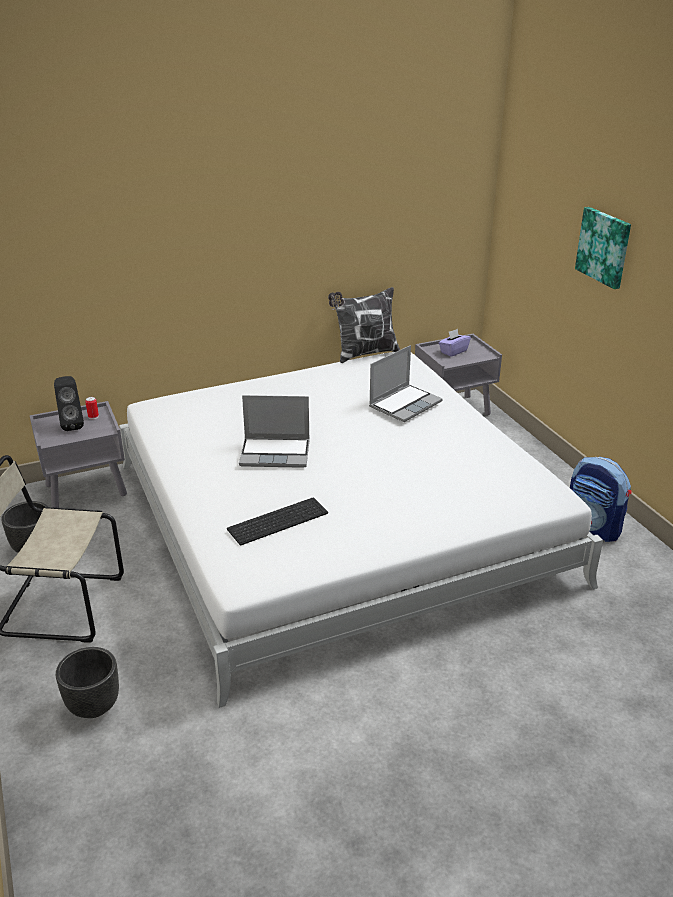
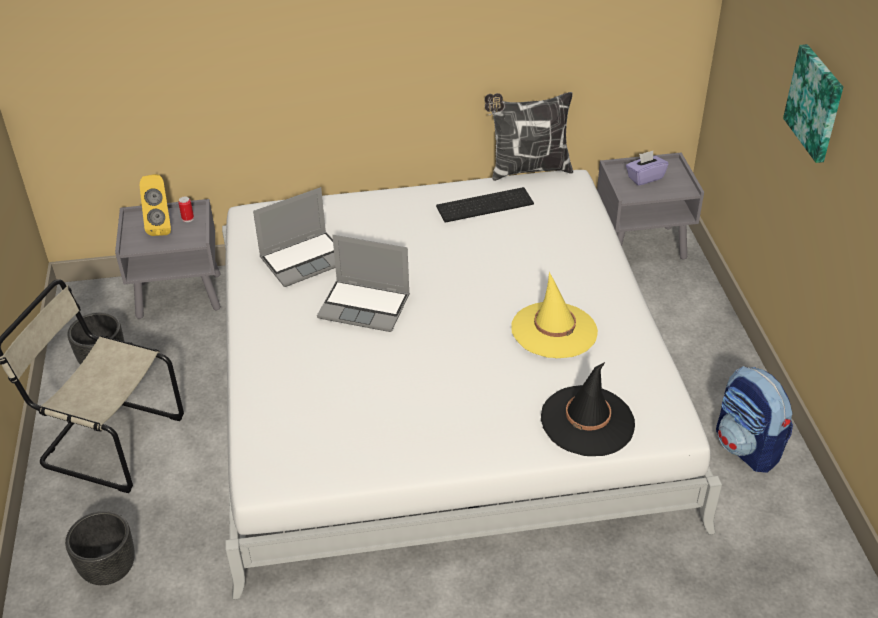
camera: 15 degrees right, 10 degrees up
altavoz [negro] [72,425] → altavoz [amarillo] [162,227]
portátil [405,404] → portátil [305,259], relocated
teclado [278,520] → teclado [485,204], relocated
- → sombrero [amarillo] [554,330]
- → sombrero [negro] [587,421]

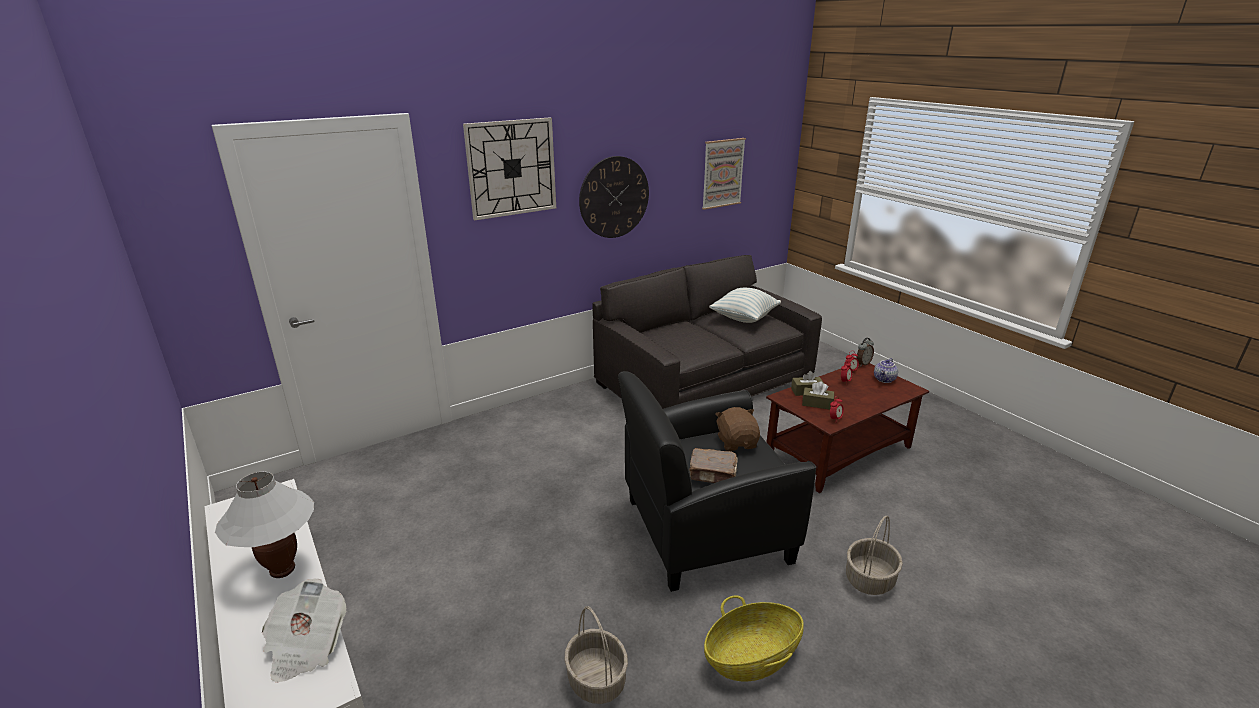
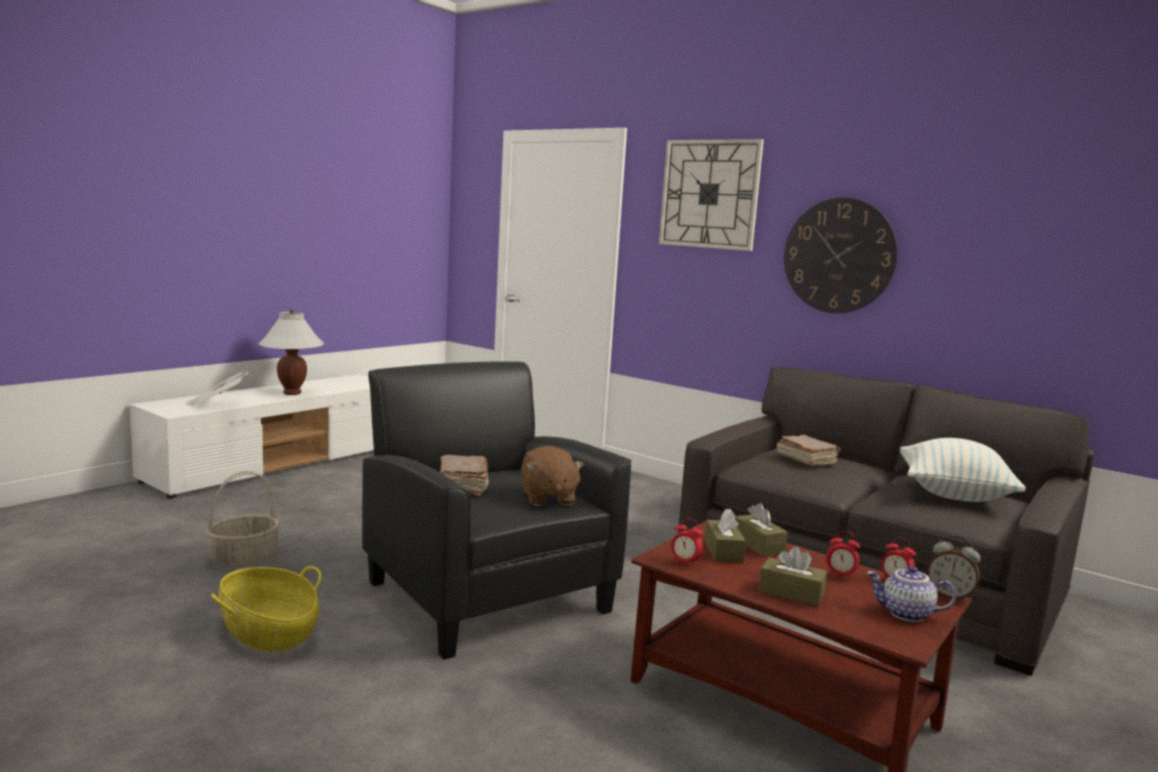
camera: 70 degrees right, 15 degrees down
peluche [marrón] [737,443] → peluche [marrón] [547,498], 105 degrees clockwise
- → caja de pañuelos [marrón] [791,593]
- → libro [marrón] [806,460]
cuadro [722,173] → -
cesta [870,580] → -

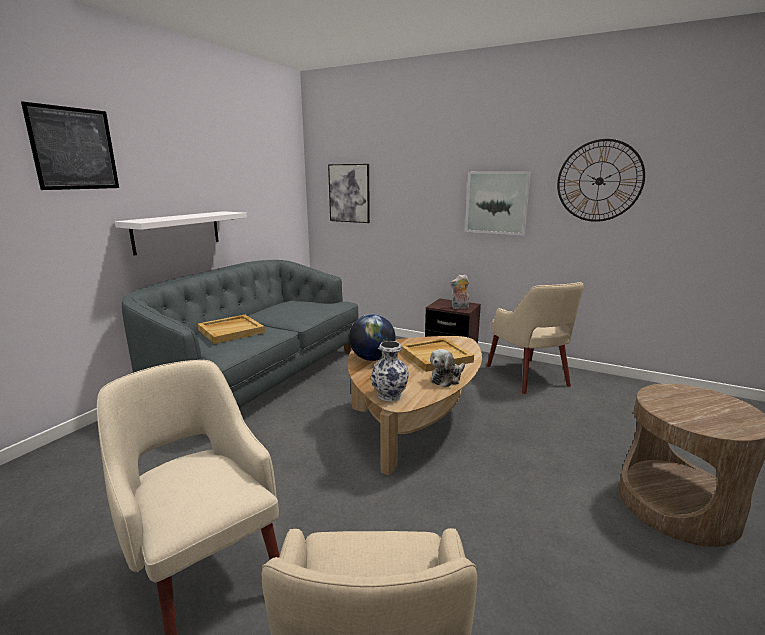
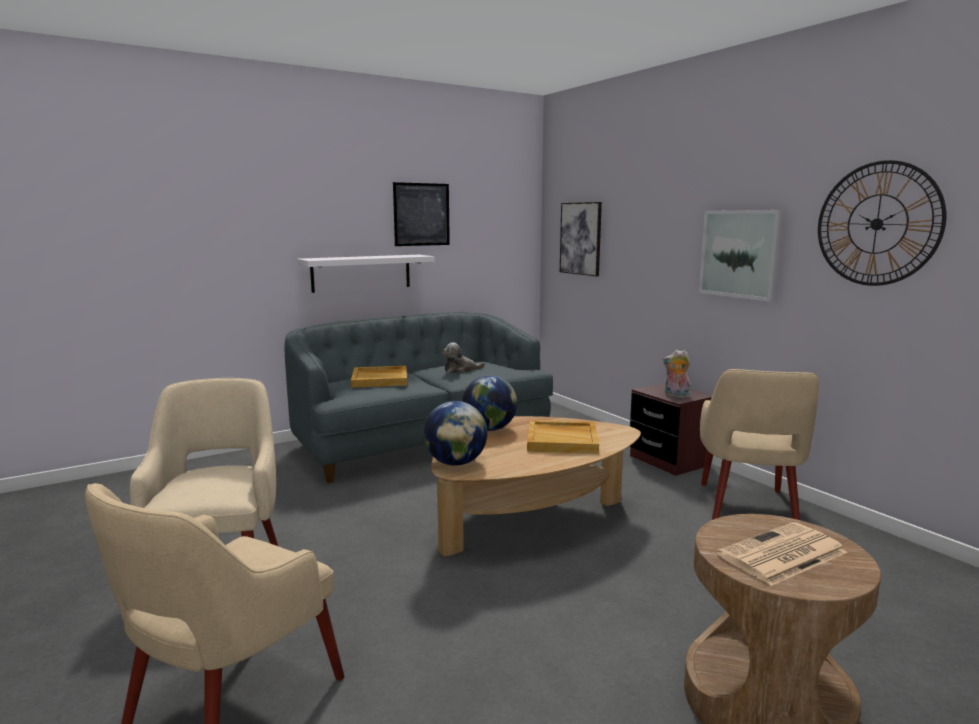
camera: 30 degrees right, 5 degrees down
cuadro [74,149] → cuadro [421,214], relocated
florero [390,395] → globo terráqueo [455,463]
peluche [447,378] → peluche [461,370], relocated
- → periódico [781,555]

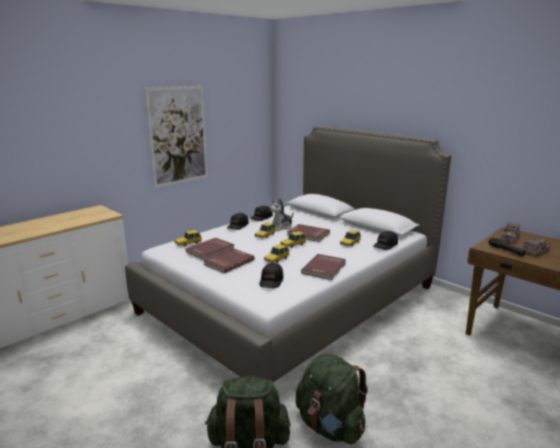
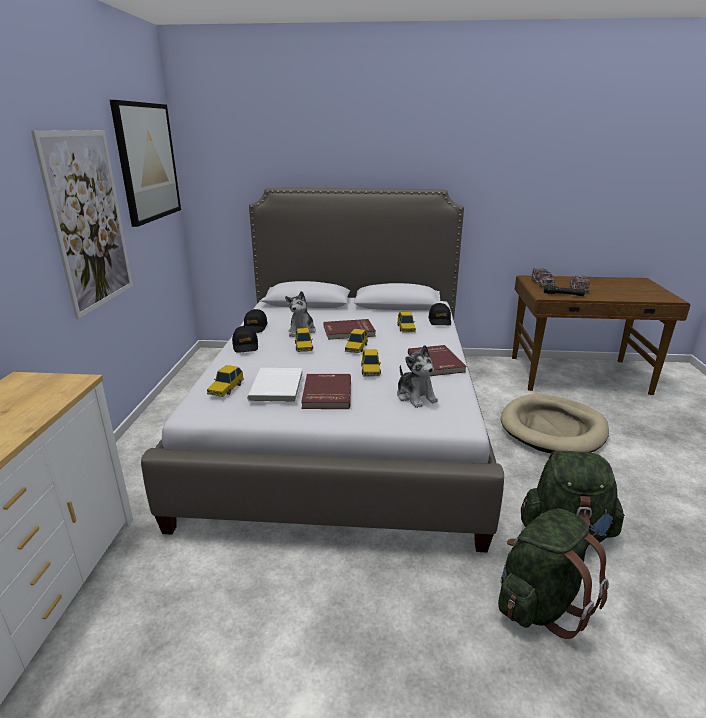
camera: 40 degrees left, 5 degrees up
- → cuadro [147,162]
libro [rojo] [211,250] → libro [blanco] [278,387]
gorra [negro] [271,281] → peluche [415,396]
- → cama para perro [beis] [553,428]

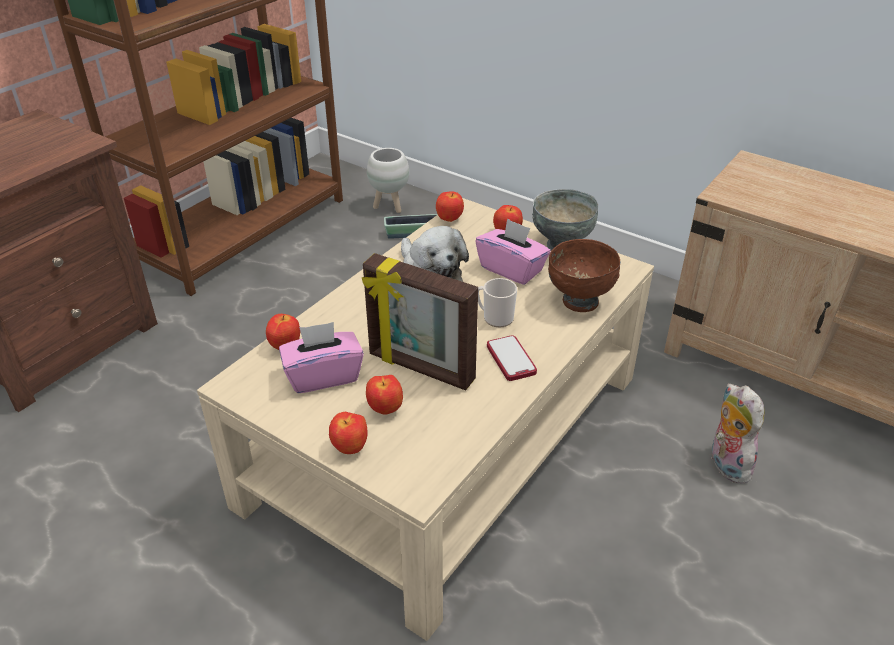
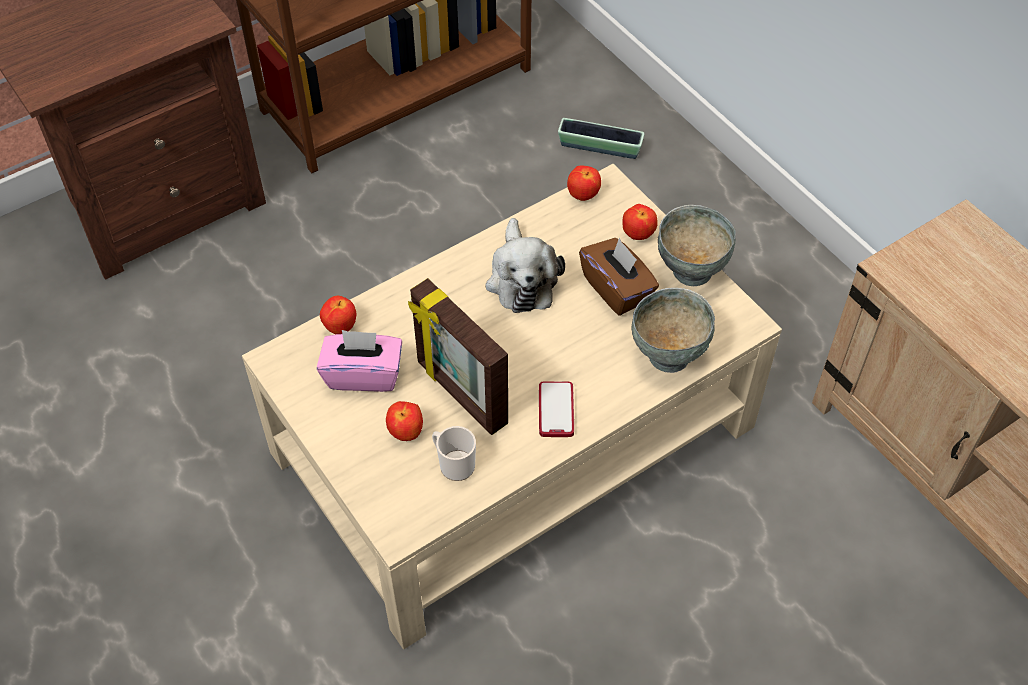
camera: 20 degrees right, 15 degrees up
taza grande [495,317] → taza grande [454,464], relocated
caja de pañuelos [rosa] [512,269] → caja de pañuelos [marrón] [617,289]
cuenco [marrón] [579,301] → cuenco [gris] [668,354]
manzana [350,448] → -
maceta [blanco] [390,207] → -
peluche [725,463] → -

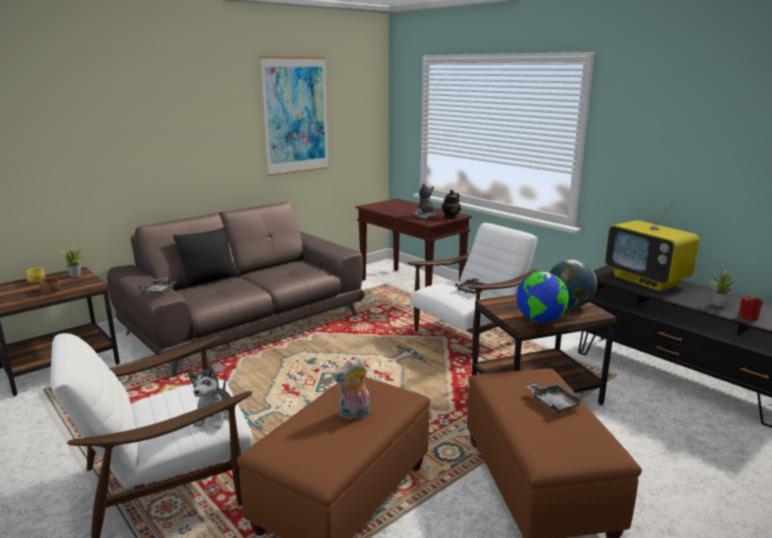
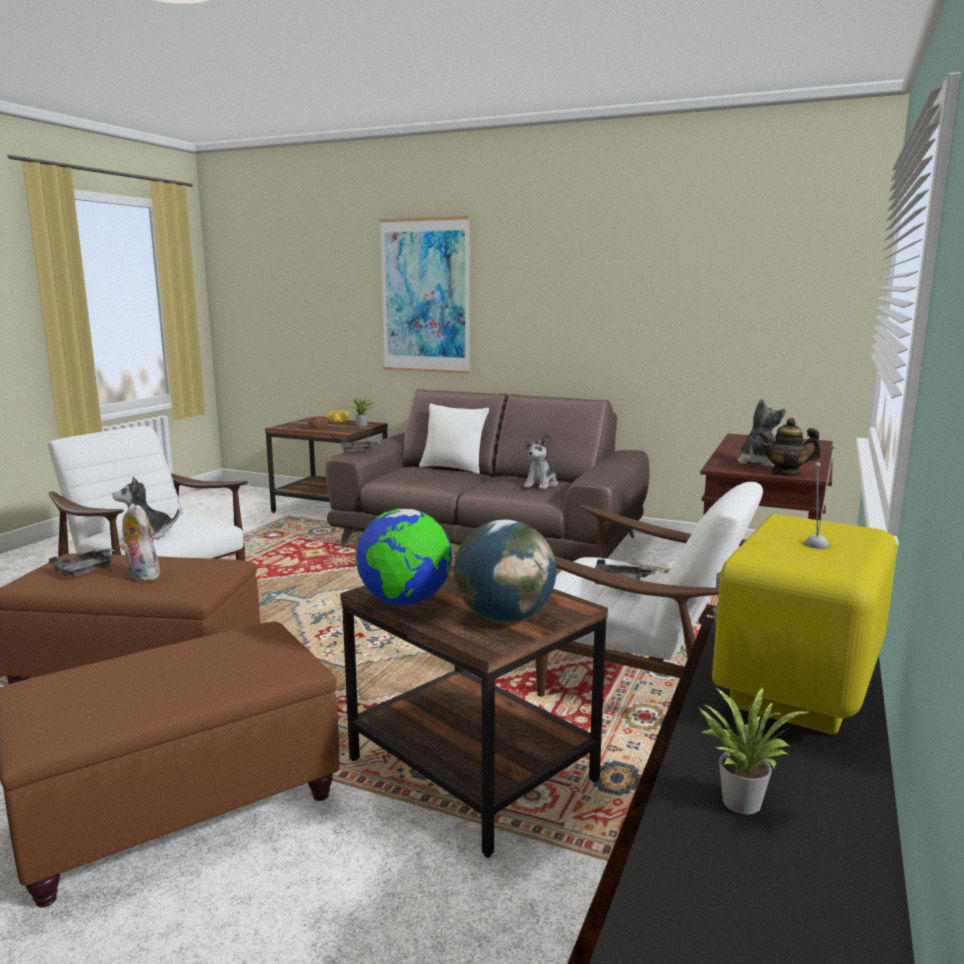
camera: 65 degrees right, 5 degrees down
bandeja [gris] [553,403] → bandeja [gris] [87,570], relocated
cuadro [296,115] → cuadro [425,296], relocated
cojín [negro] [209,280] → cojín [blanco] [453,468]
- → peluche [541,484]
vela [rojo] [748,317] → -

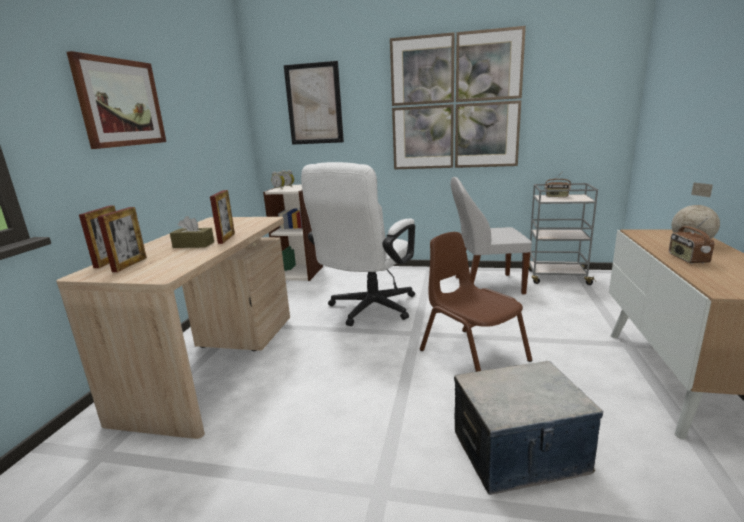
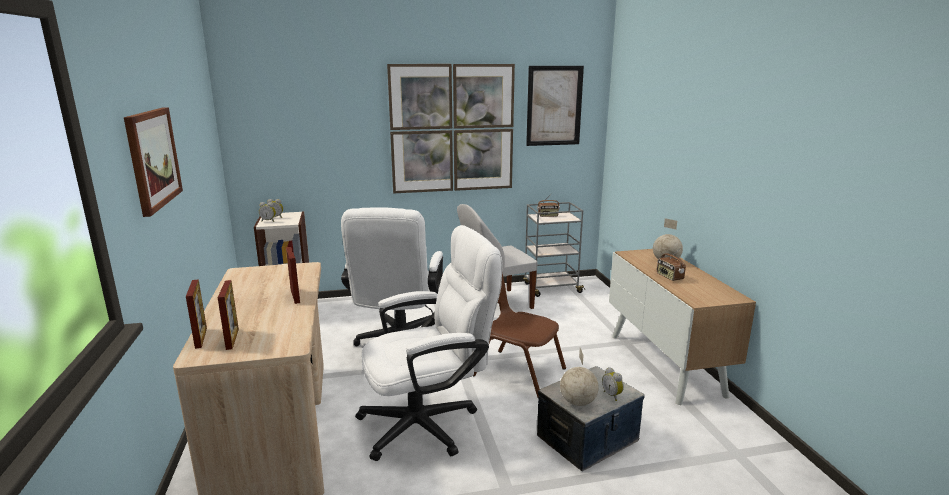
camera: 25 degrees left, 0 degrees up
- → silla de oficina [blanco] [429,423]
cuadro [314,104] → cuadro [554,106], relocated
- → globo terráqueo [578,402]
- → despertador [612,395]
caja de pañuelos [marrón] [193,245] → -

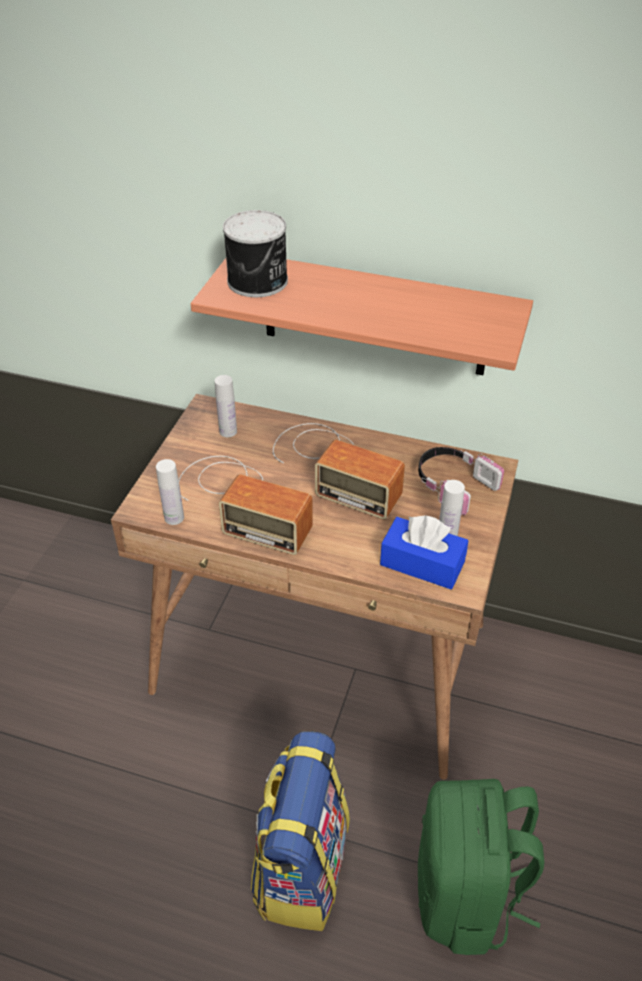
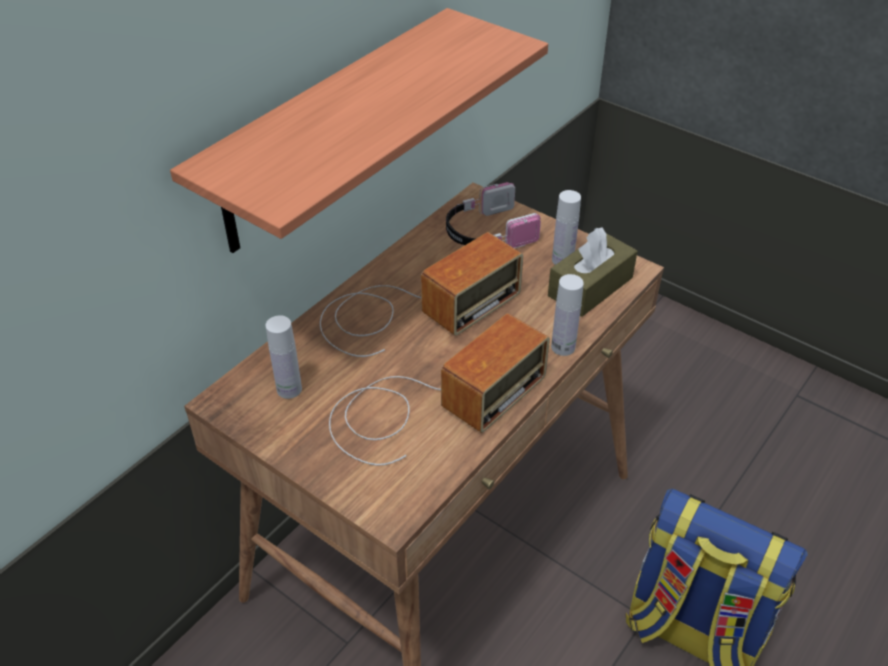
camera: 70 degrees left, 0 degrees up
caja de pañuelos [azul] [422,563] → caja de pañuelos [marrón] [590,287]
botella [blanco] [174,517] → botella [blanco] [563,347], relocated
lata [259,281] → -
mochila [verde] [466,895] → -

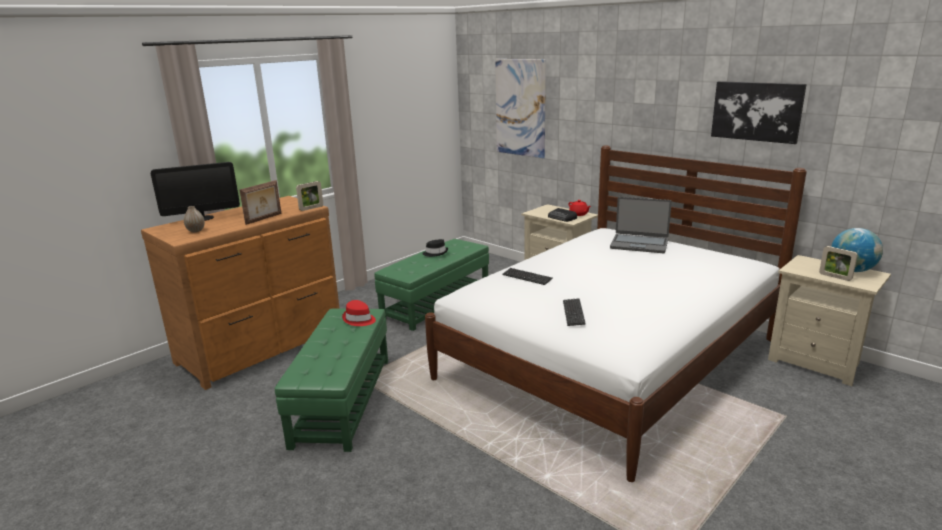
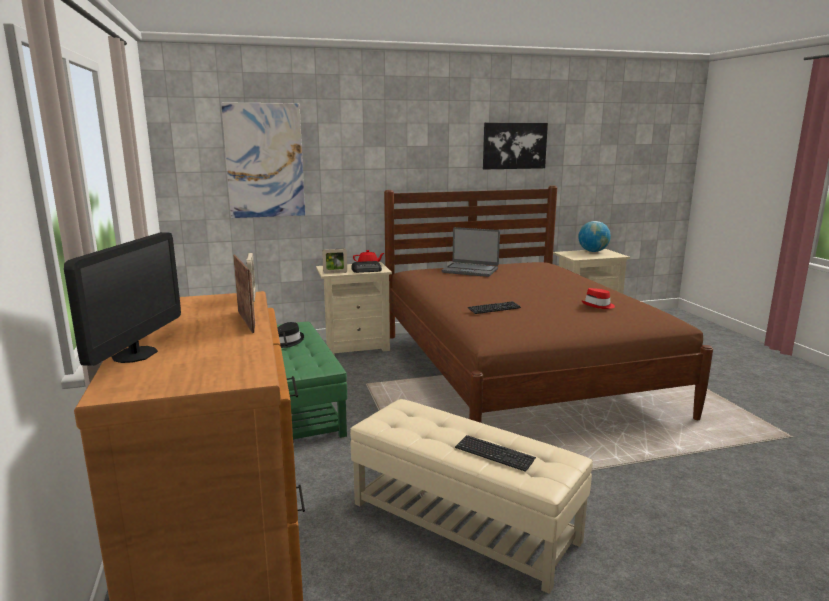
camera: 60 degrees left, 5 degrees down
portarretratos [835,277] → portarretratos [335,272], relocated
puf [verde] [343,400] → puf [beis] [464,521]
cama [blanco] [610,359] → cama [marrón] [518,372]
portátil [639,244] → portátil [470,270], 60 degrees clockwise
teclado [573,313] → teclado [494,454], relocated
sombrero [rojo] [359,319] → sombrero [rojo] [598,306], relocated
florero [196,231] → -

